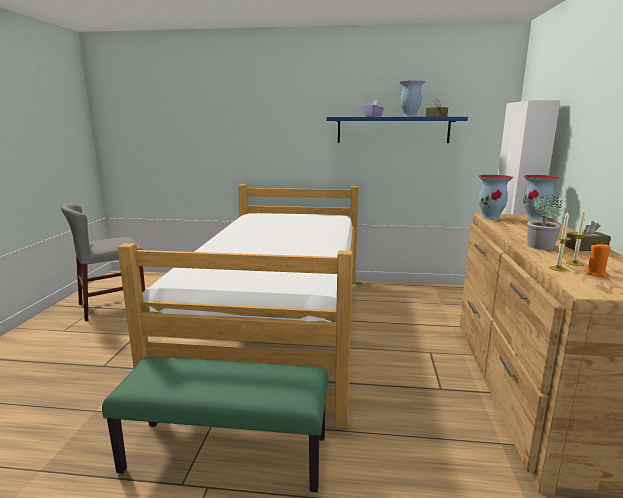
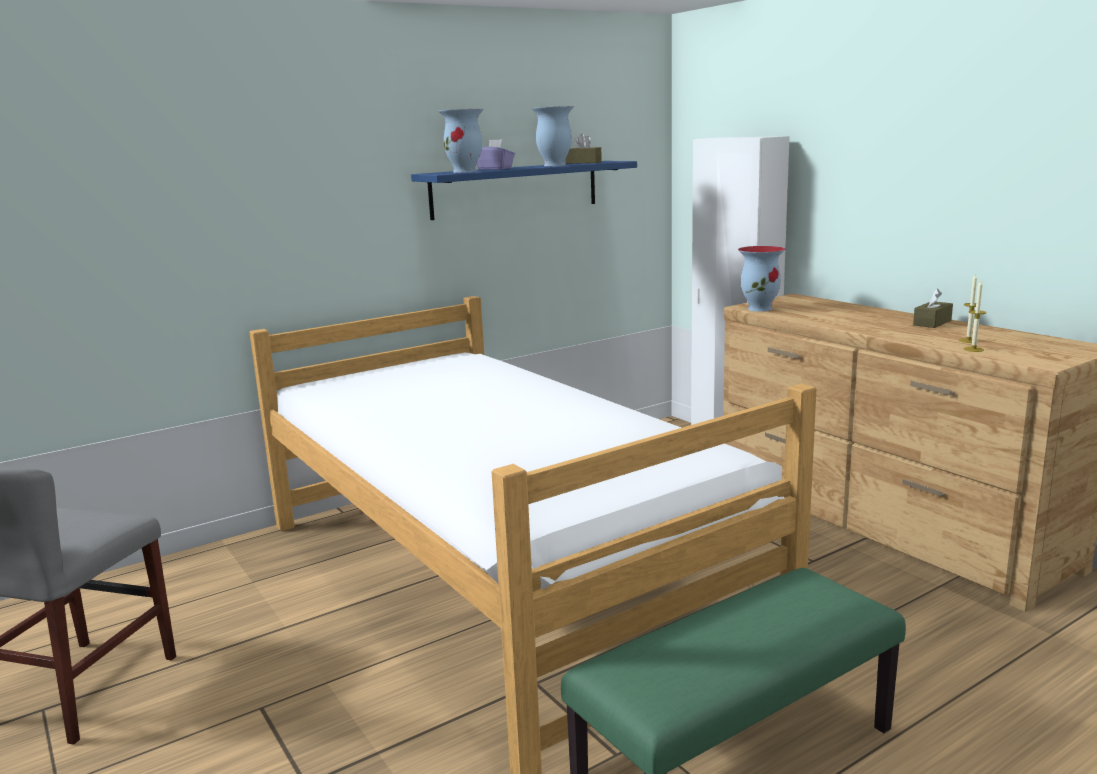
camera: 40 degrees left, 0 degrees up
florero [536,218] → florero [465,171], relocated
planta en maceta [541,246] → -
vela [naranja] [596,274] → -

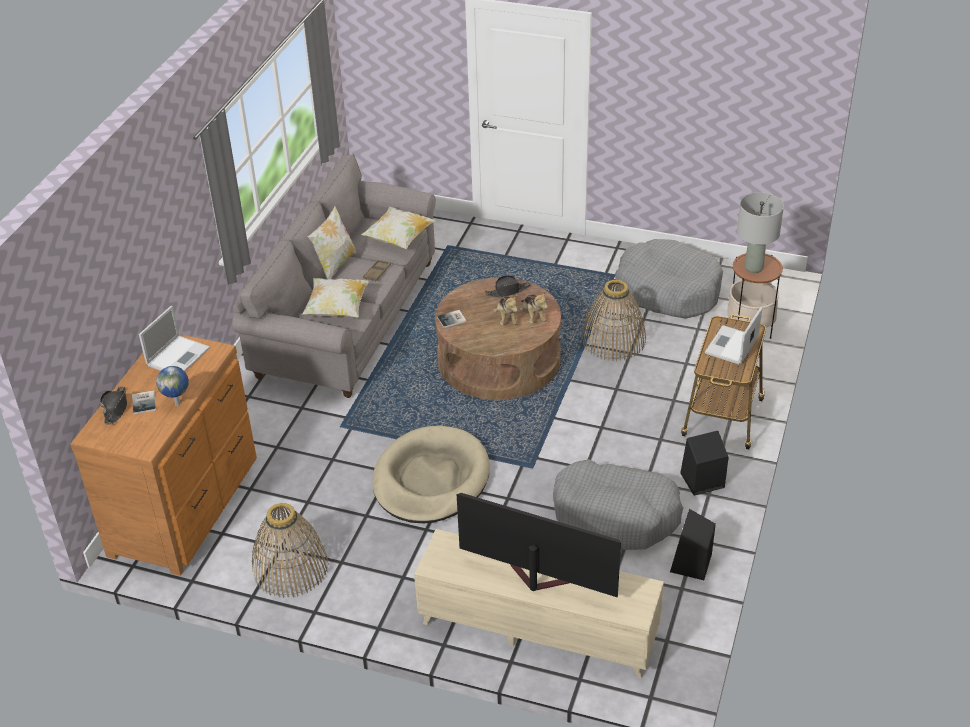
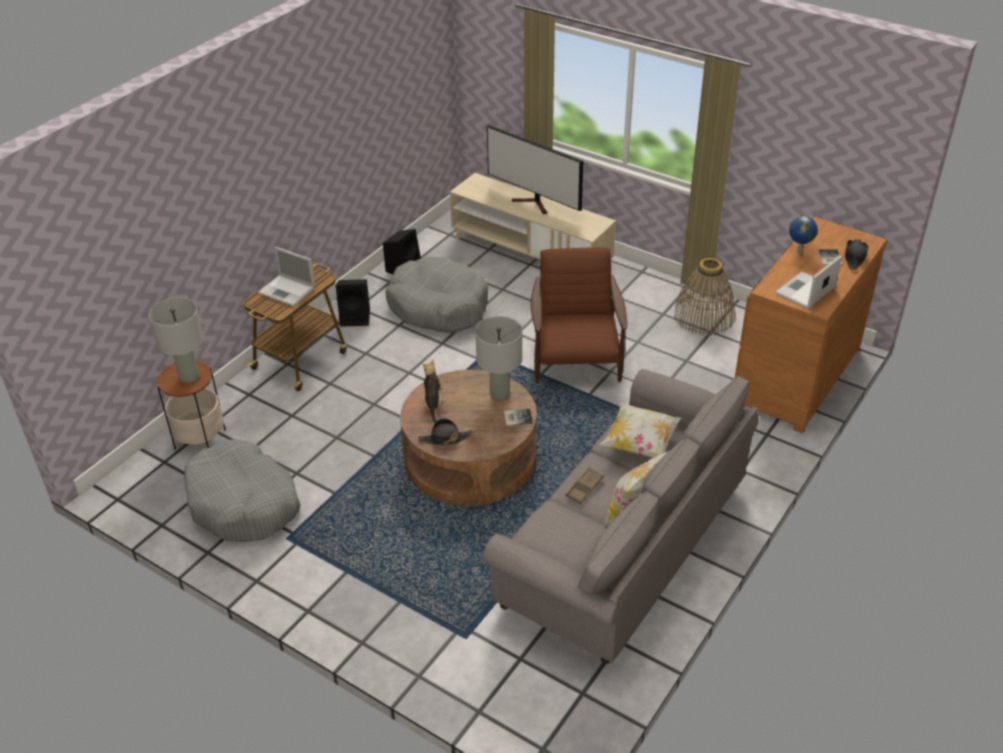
camera: 165 degrees left, 0 degrees up
portátil [731,346] → portátil [288,291], 75 degrees clockwise
- → lámpara de mesa [gris] [500,394]
cama para perro [beis] [431,479] → sillón [marrón] [576,358]
cojín [399,239] → -
peluche [506,318] → -
cesta [613,340] → -

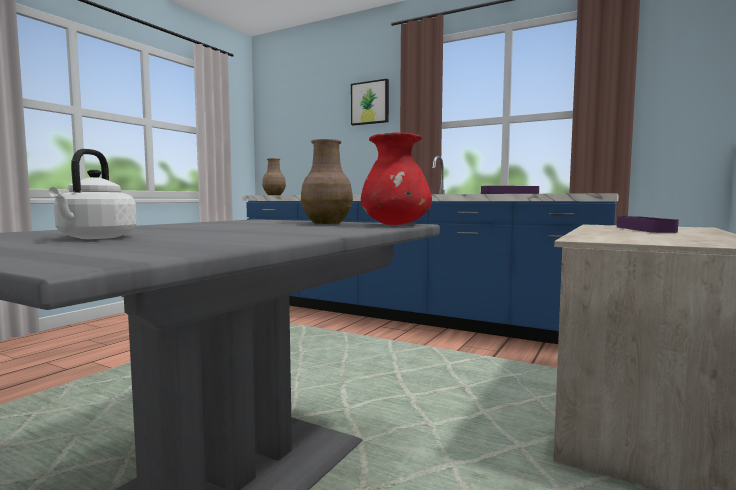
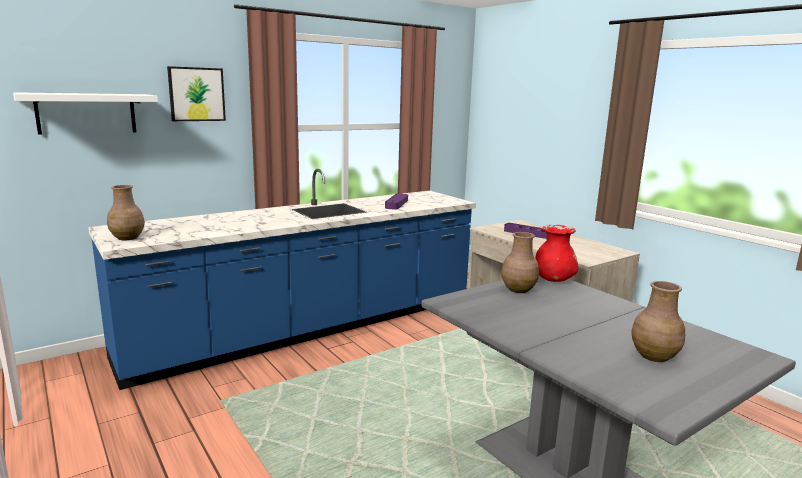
camera: 65 degrees left, 10 degrees up
- → estante [blanco] [86,113]
hervidor [blanco] [95,238] → florero [marrón] [654,356]

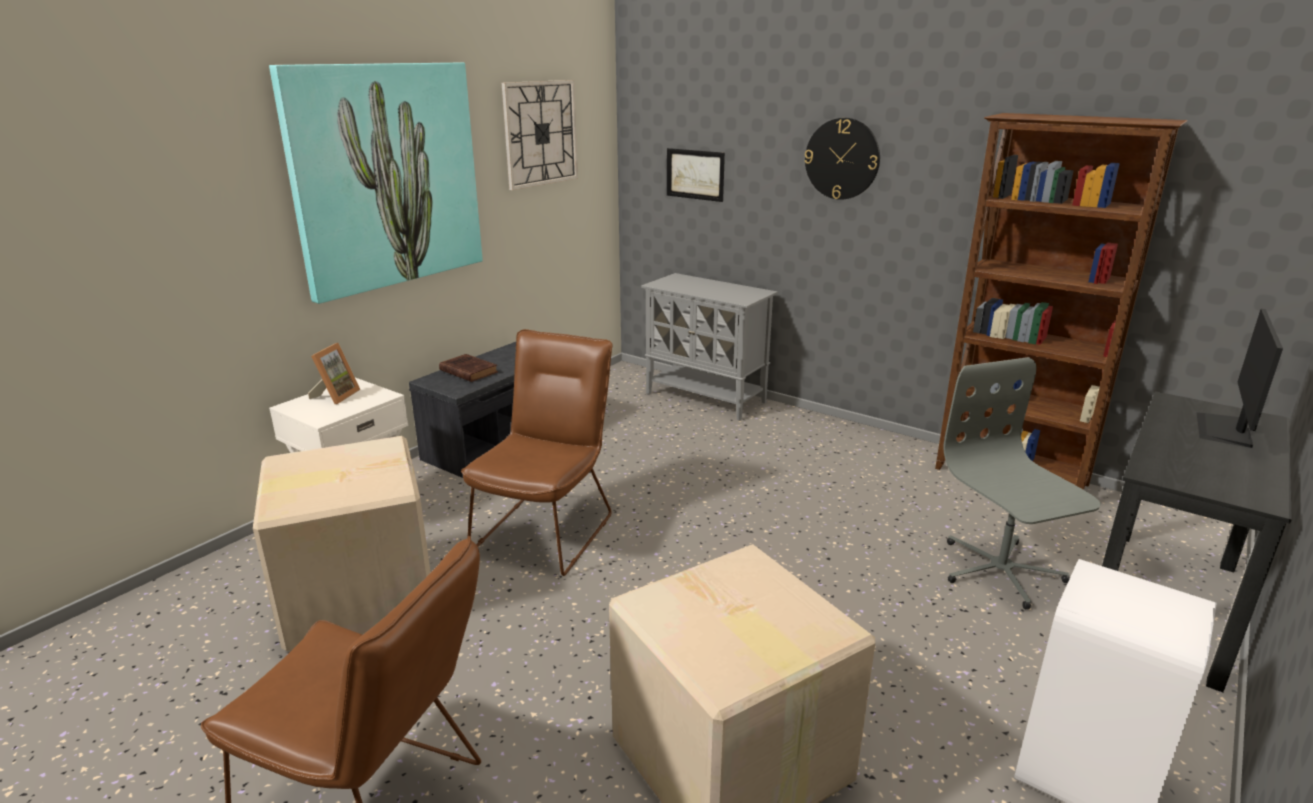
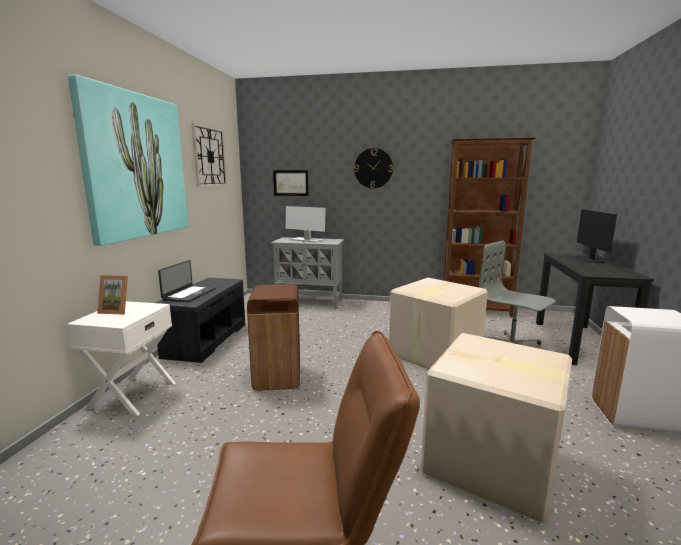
camera: 25 degrees left, 10 degrees down
portarretratos [335,396] → portarretratos [117,311], 105 degrees clockwise
libro [marrón] [467,371] → portátil [189,294]
silla [marrón] [548,529] → papelera [marrón] [278,376]
- → monitor [306,240]
caja de cartón [356,593] → caja de cartón [433,354], relocated

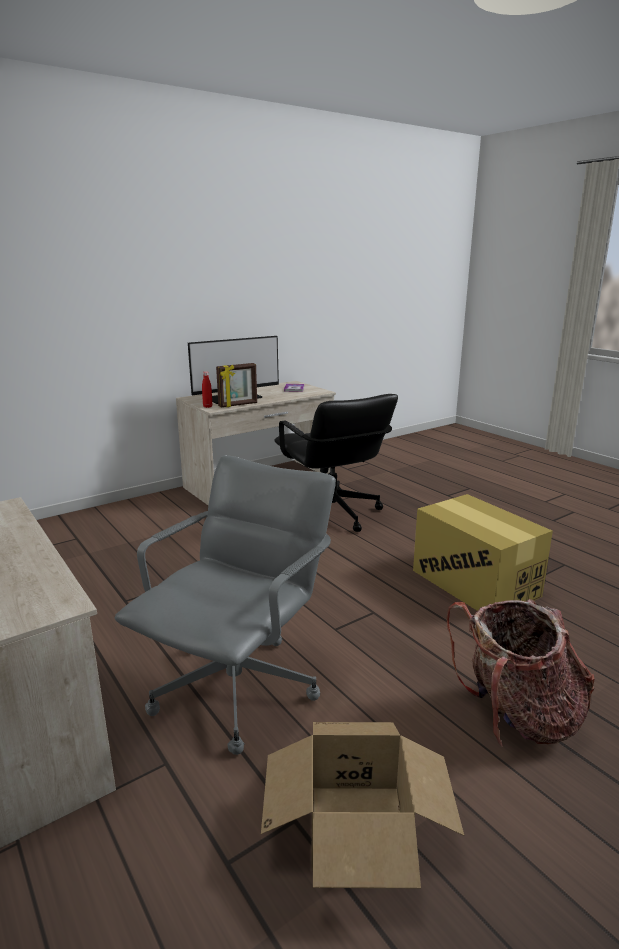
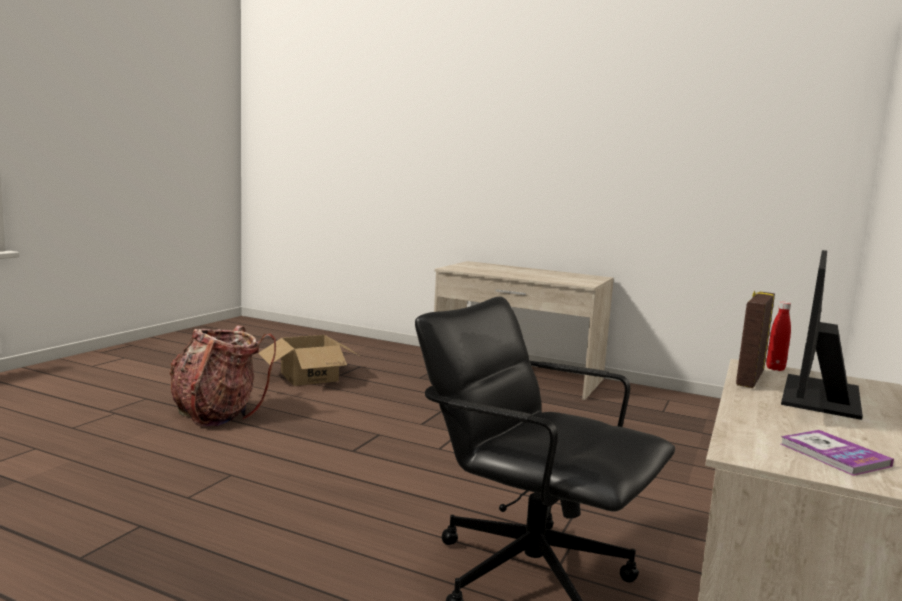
camera: 150 degrees right, 10 degrees down
silla de oficina [gris] [238,688] → -
caja de cartón [475,583] → -

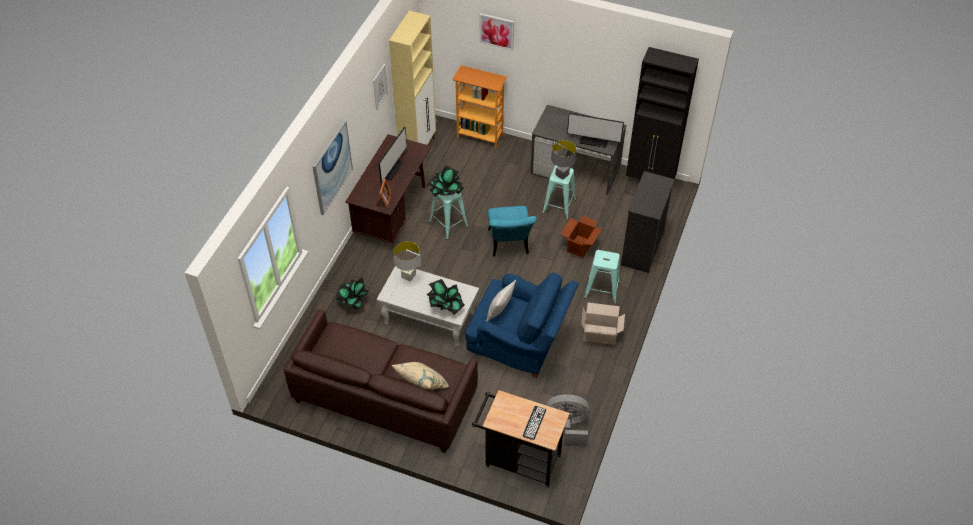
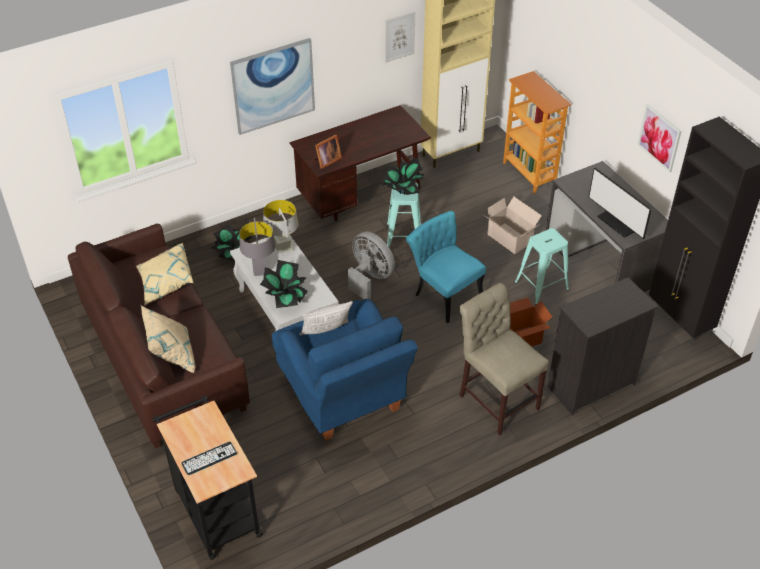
camera: 40 degrees right, 5 degrees down
- → cojín [beis] [165,283]
lámpara de mesa [gris] [562,175] → lámpara de mesa [gris] [260,271], relocated
ventilador [gris] [567,426] → ventilador [gris] [370,278], relocated
silla [turquesa] [509,245] → silla [turquesa] [443,293], 105 degrees clockwise
taburete [turquesa] [602,290] → silla [beis] [496,399]
caja de cartón [601,334] → caja de cartón [510,239], relocated
cuadro [496,31] → cuadro [659,137], relocated
monitor [392,169] → -

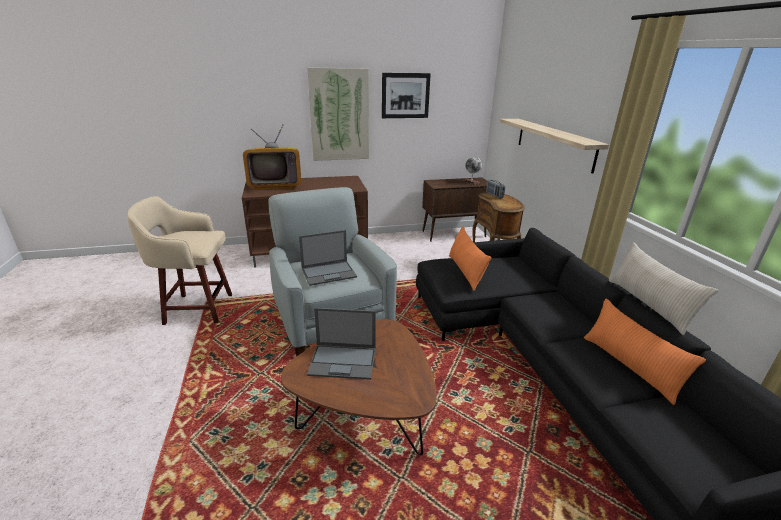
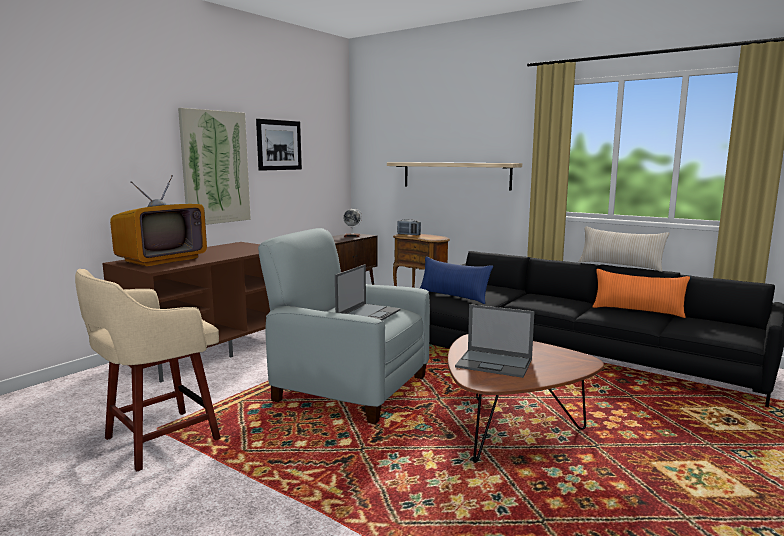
camera: 40 degrees left, 15 degrees down
cojín [naranja] [465,272] → cojín [azul] [453,296]
portátil [343,361] → portátil [495,363], 60 degrees clockwise

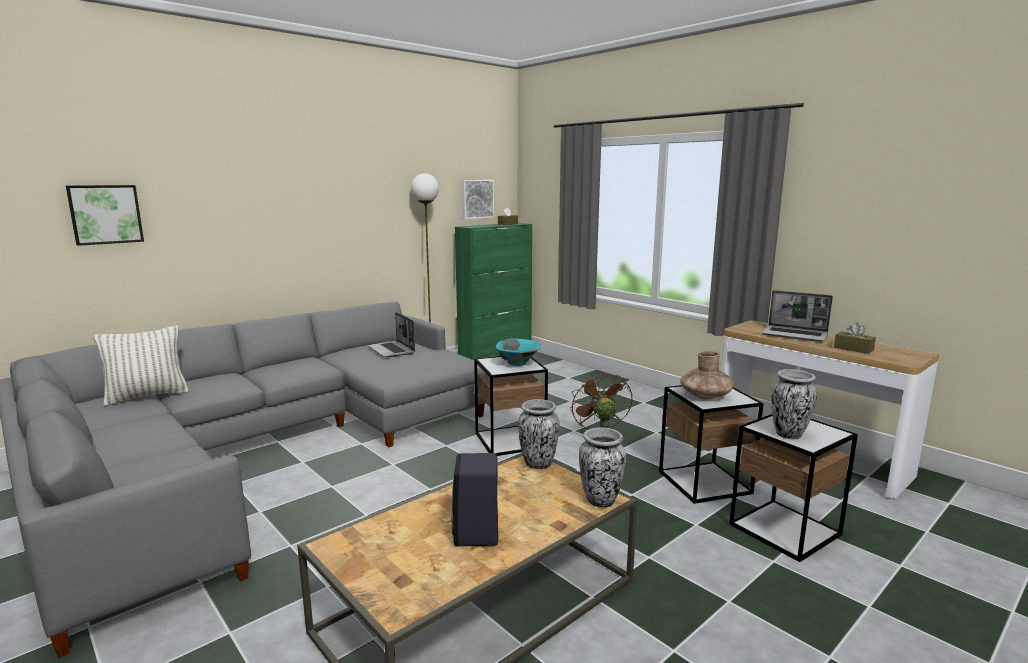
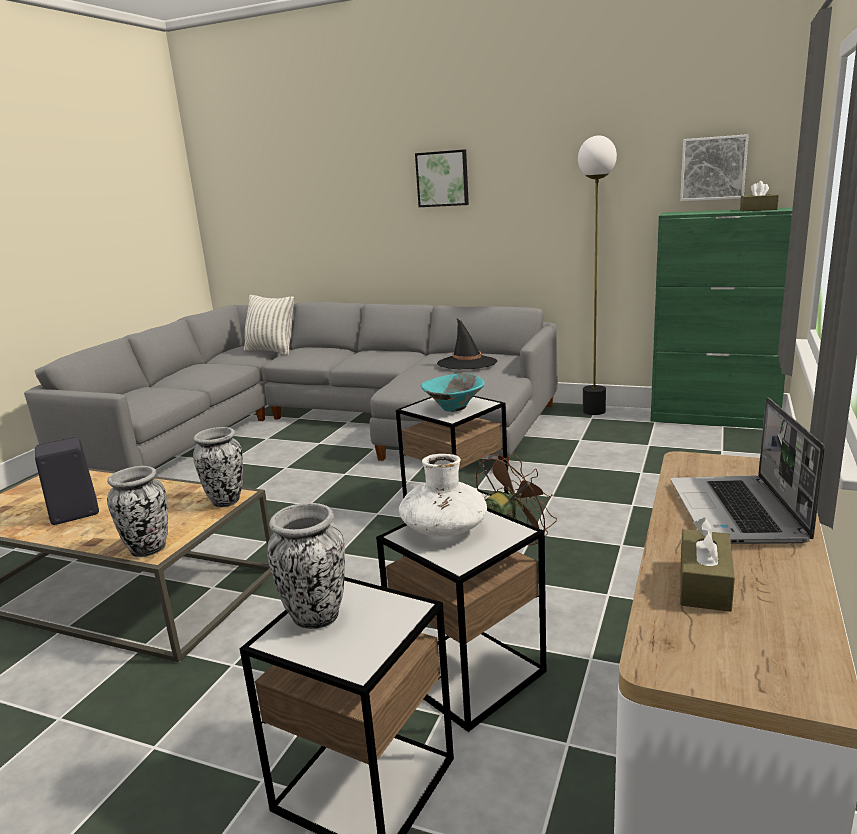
camera: 65 degrees right, 5 degrees up
florero [marrón] [705,396] → florero [blanco] [444,529]
cuadro [105,214] → cuadro [443,178], relocated
portátil [392,350] → sombrero [negro] [467,363]

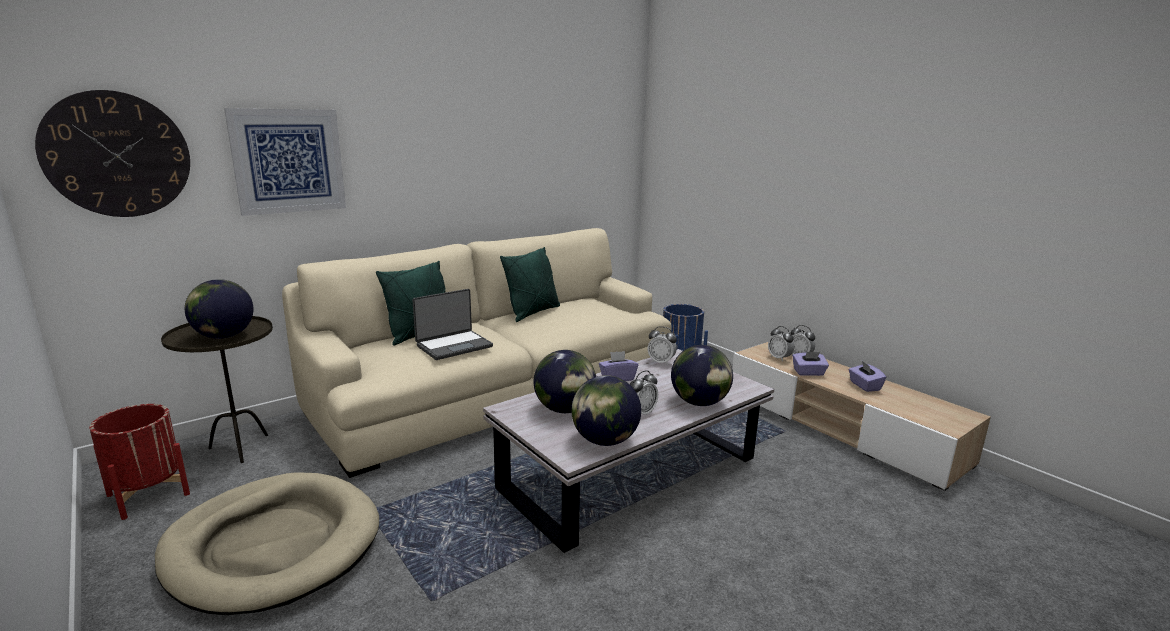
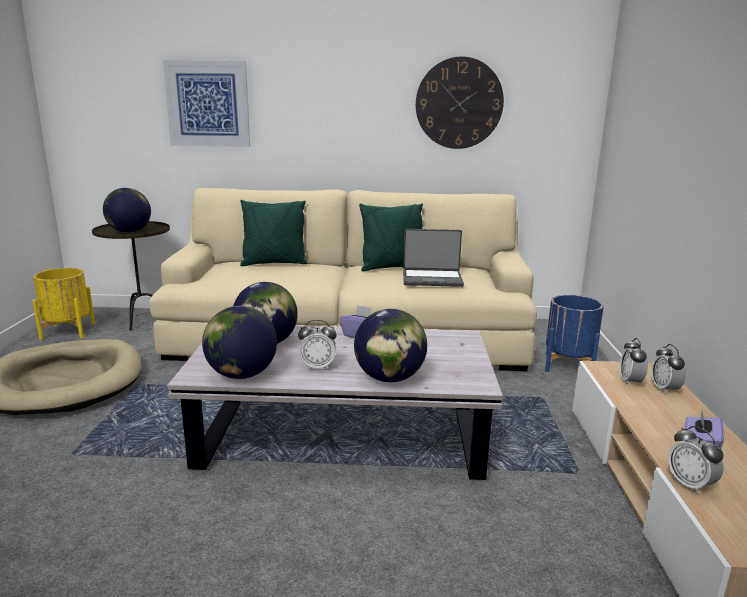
camera: 40 degrees right, 0 degrees up
maceta [rojo] [148,494] → maceta [amarillo] [68,331]
portátil [454,346] → portátil [432,279], relocated
reloj de pared [117,155] → reloj de pared [459,103], relocated
despertador [661,362] → despertador [690,485], relocated
caja de pañuelos [morado] [808,373] → -

